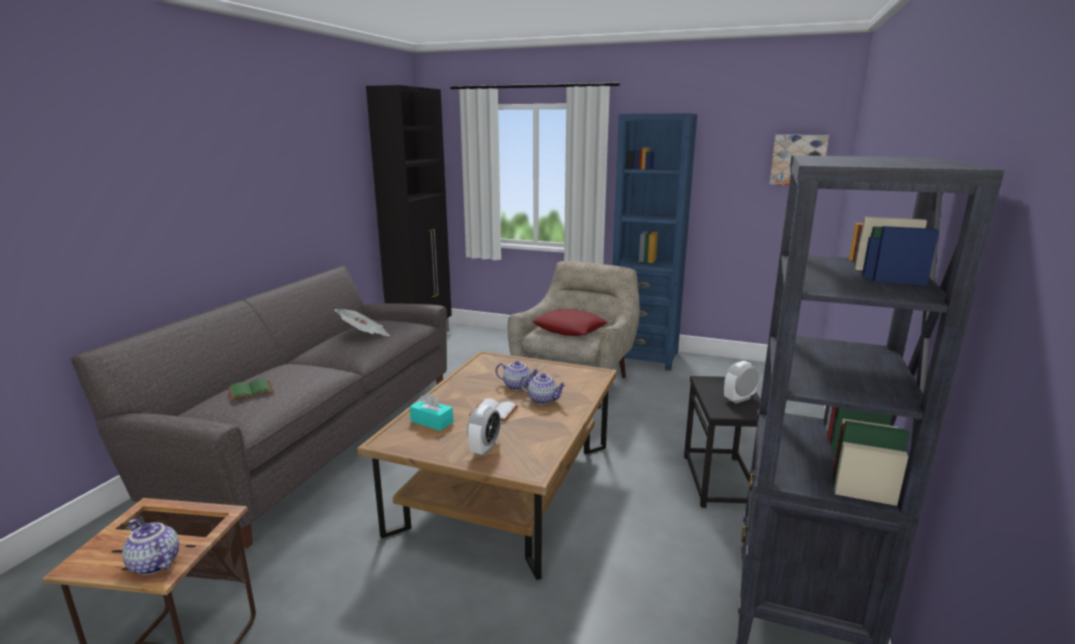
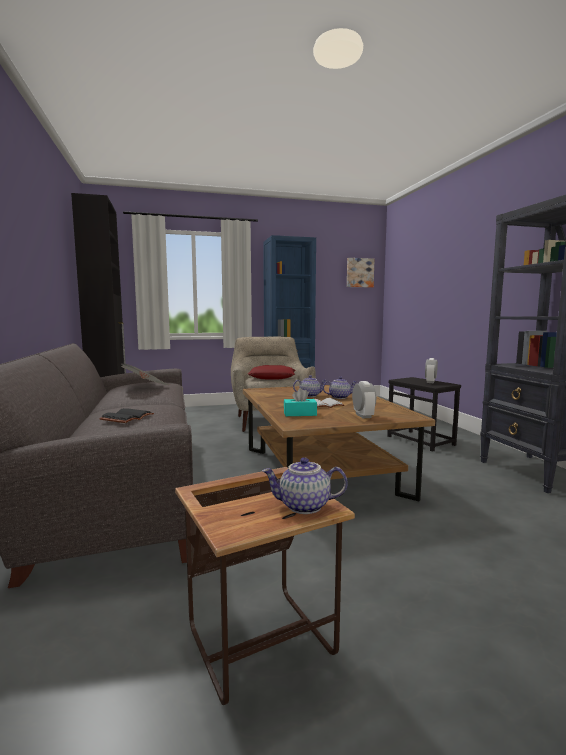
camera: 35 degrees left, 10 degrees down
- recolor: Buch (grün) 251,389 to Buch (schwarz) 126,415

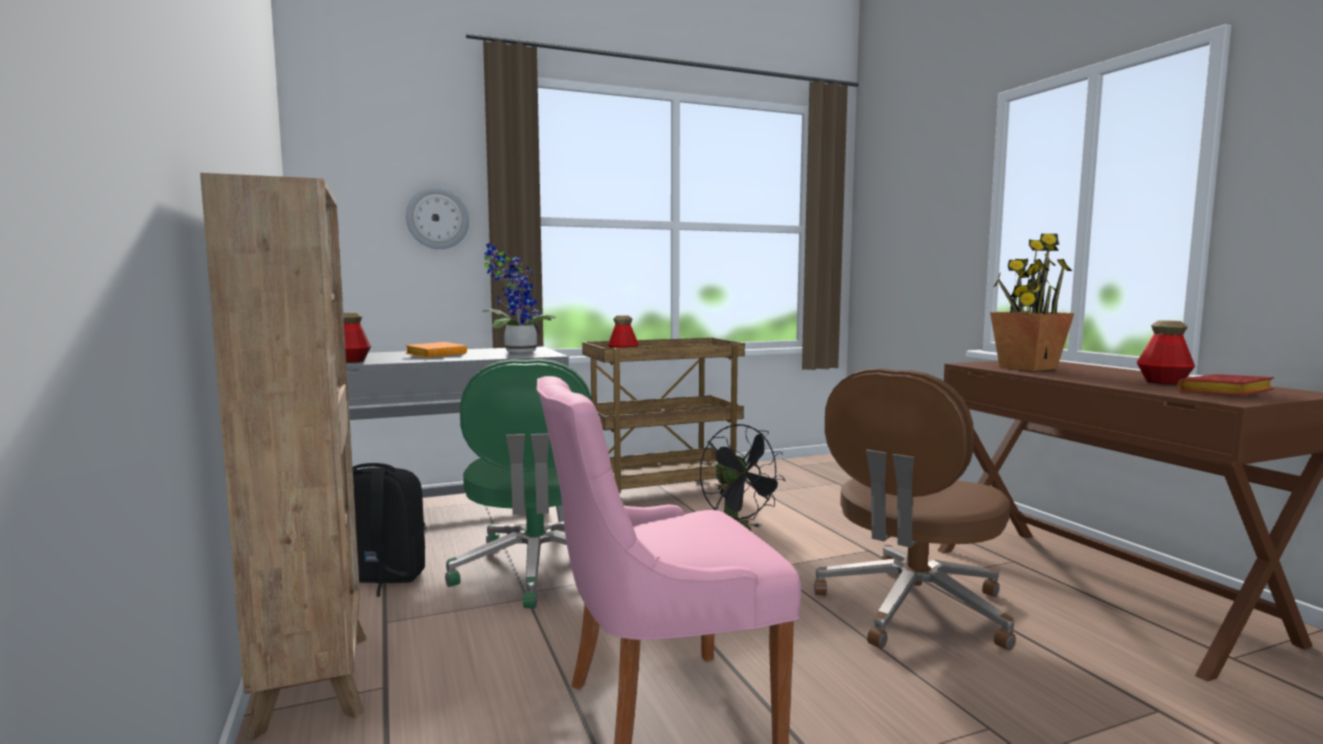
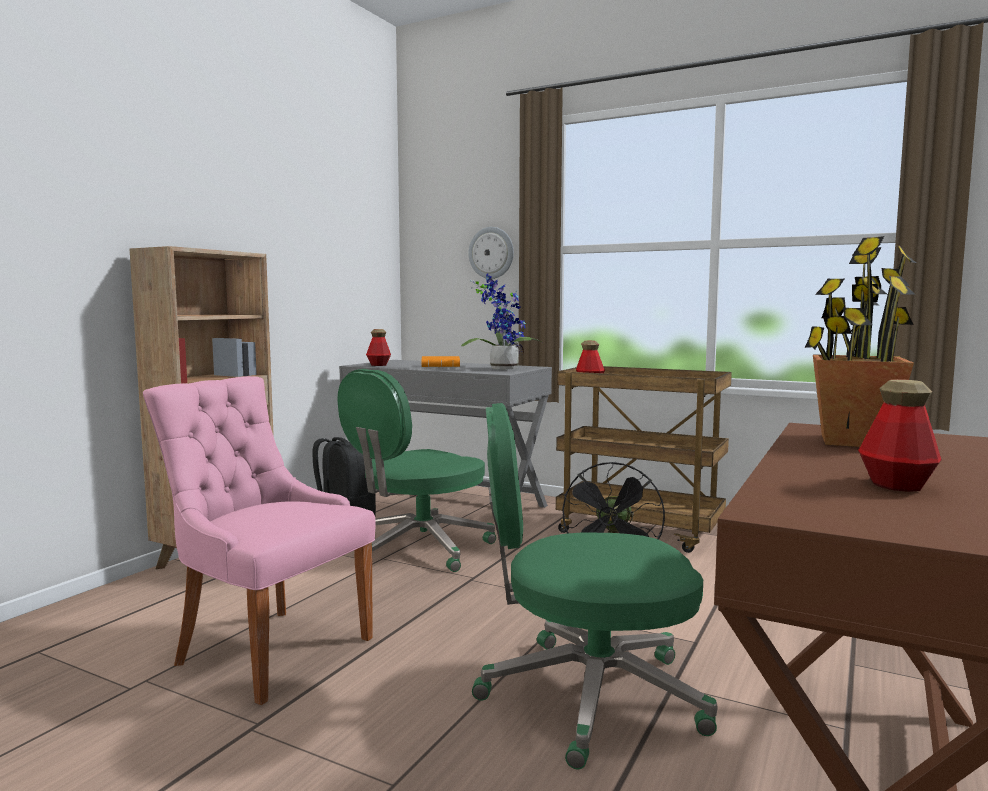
camera: 50 degrees right, 0 degrees up
- recolor: Bürostuhl (braun) 915,509 to Bürostuhl (grün) 595,586
- delete: Buch (rot) 1225,385

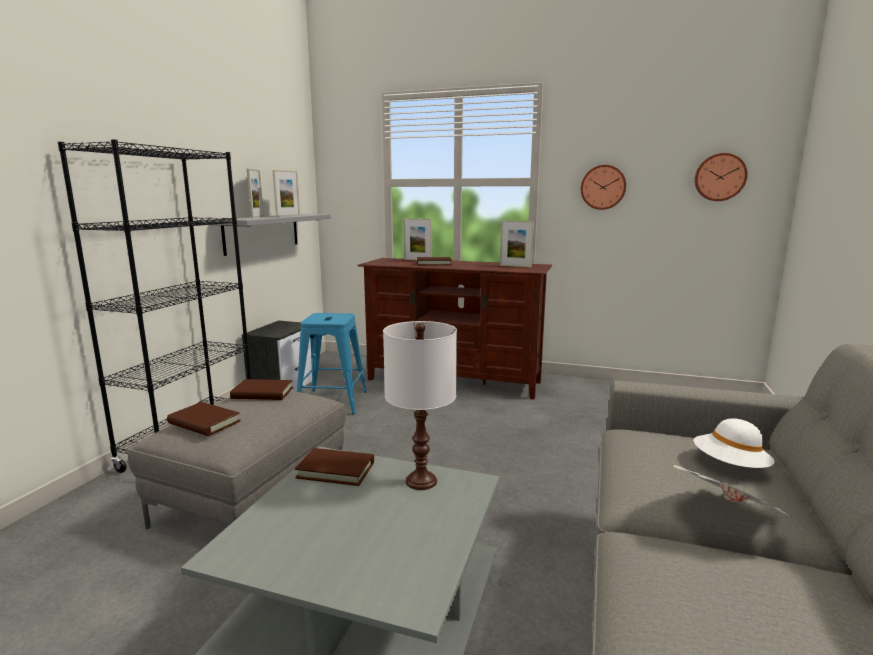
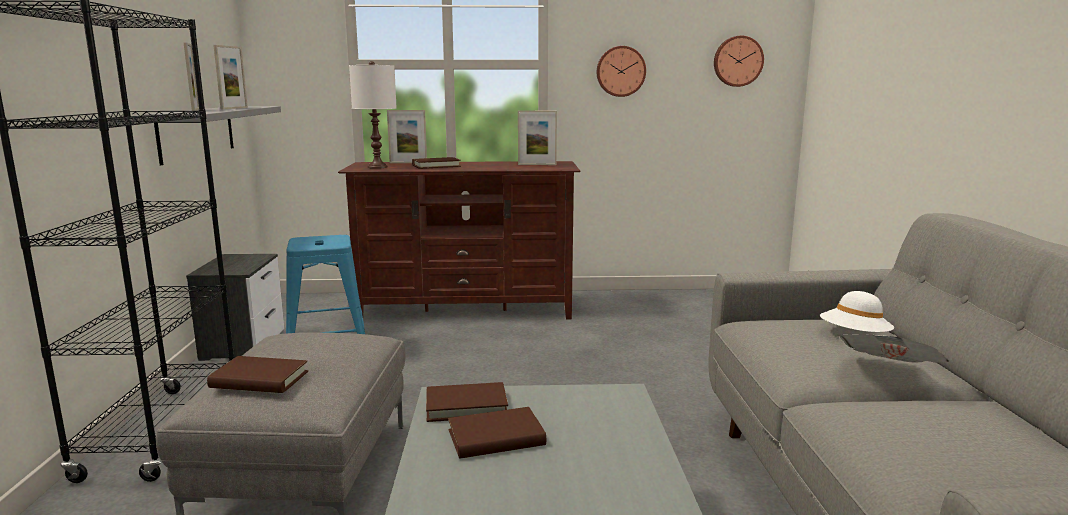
camera: 20 degrees left, 0 degrees up
- move: Tischlampe (weiß) 420,405 to 373,115
- move: Buch (braun) 261,389 to 497,433

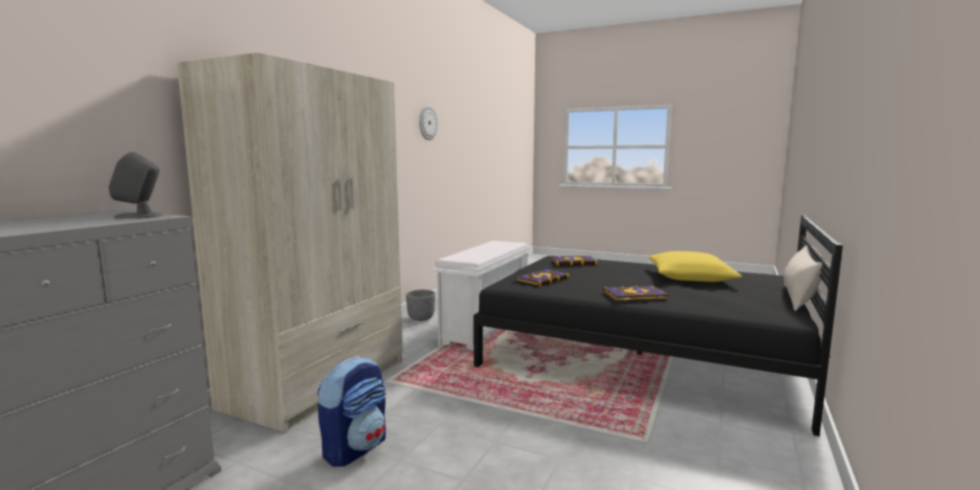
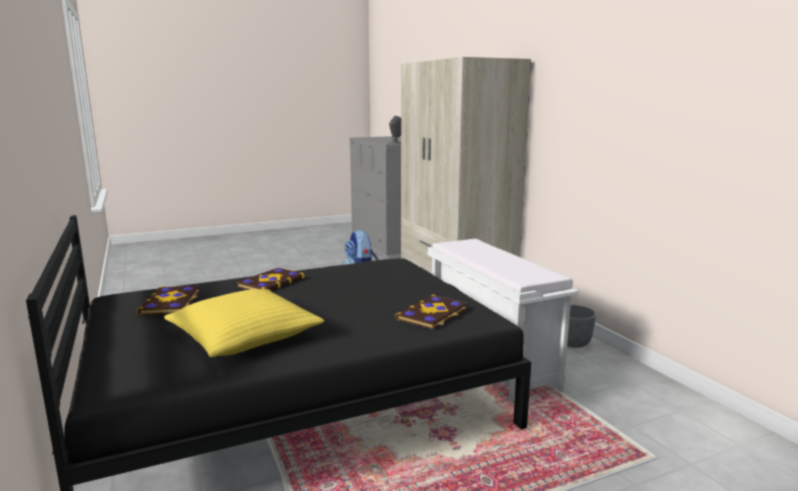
camera: 130 degrees right, 5 degrees up
- move: Buch 542,277 to 168,300
- delete: Wanduhr 428,123
- delete: Kissen (beige) 803,278

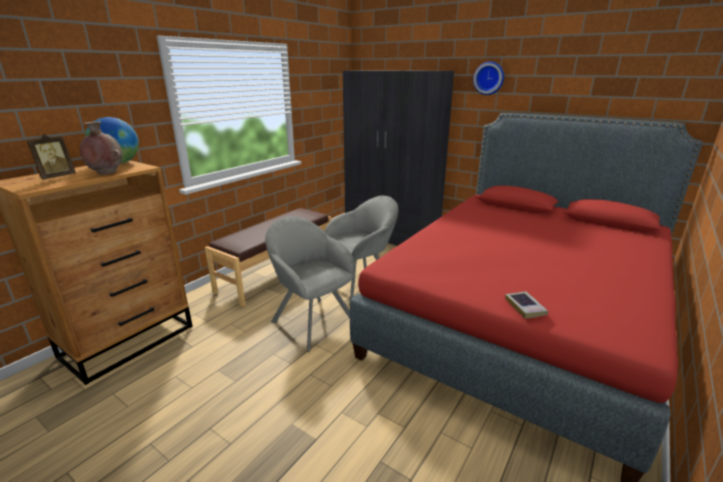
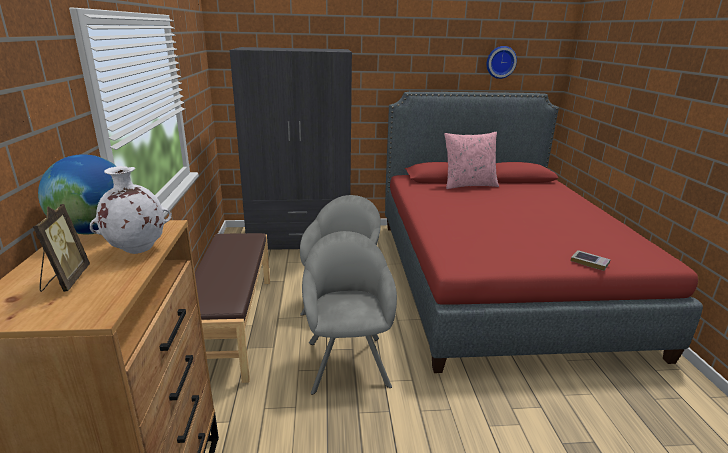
camera: 40 degrees left, 0 degrees up
- recolor: Vase (braun) 101,147 to Vase (weiß) 130,210
- rotate: Sessel (grau) 310,284 = 349,313 75 degrees clockwise
- insert: Kissen (rosa) 471,160
- move: Wanduhr 488,78 to 501,62

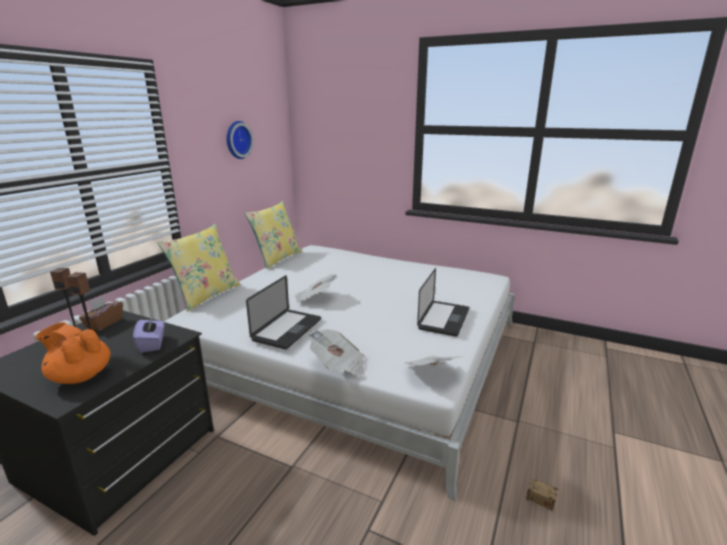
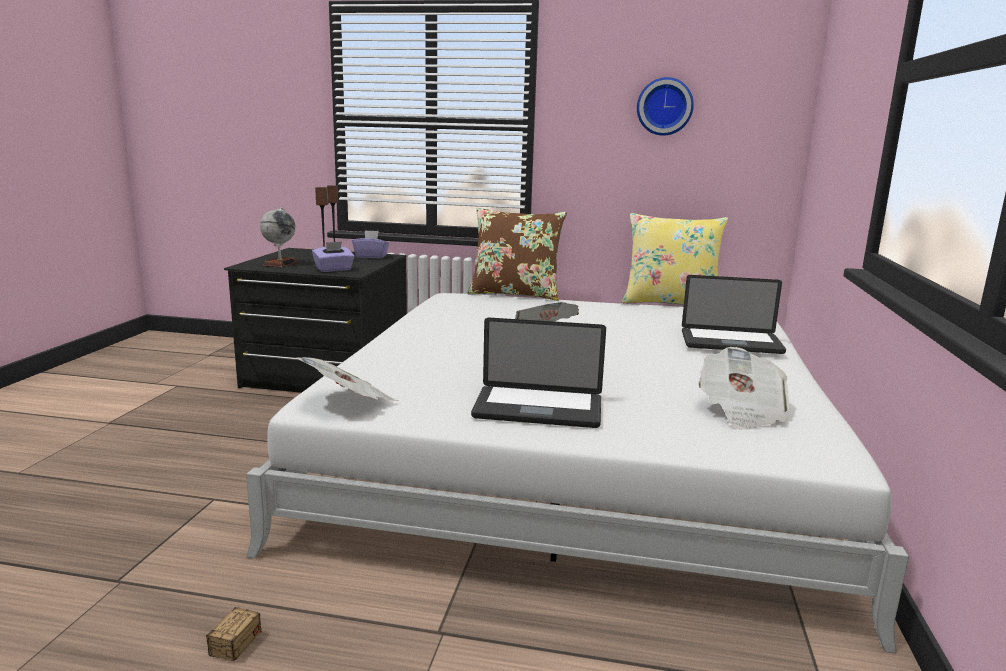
camera: 75 degrees right, 5 degrees down
- replace: Teekanne (orange) 73,353 to Globus 279,237
- recolor: Taschentuchbox (braun) 101,313 to Taschentuchbox (lila) 370,244
- recolor: Kissen (gelb) 199,267 to Kissen (braun) 517,254
- move: Laptop 283,312 to 734,314
- move: Zeitung 337,353 to 743,388

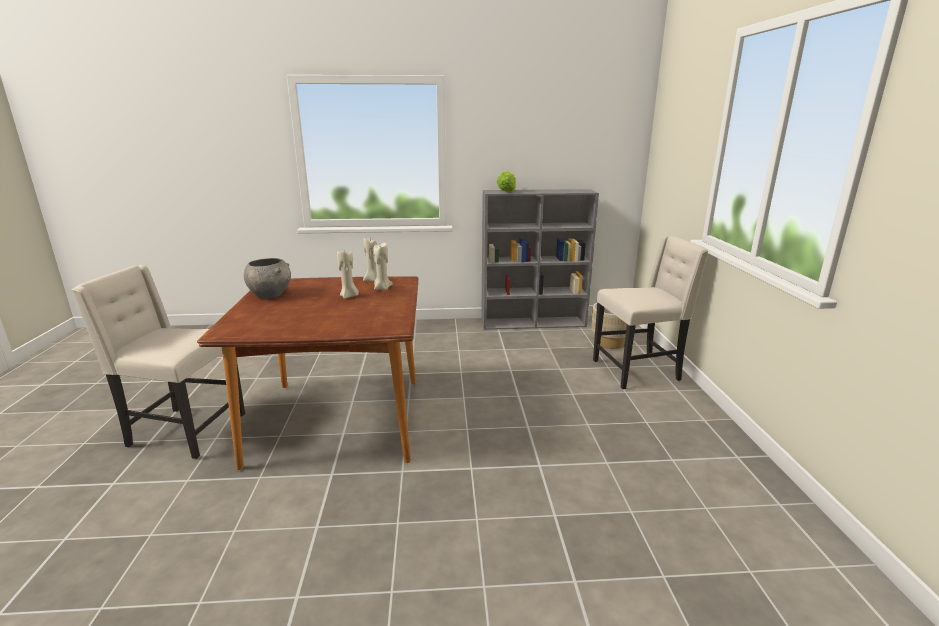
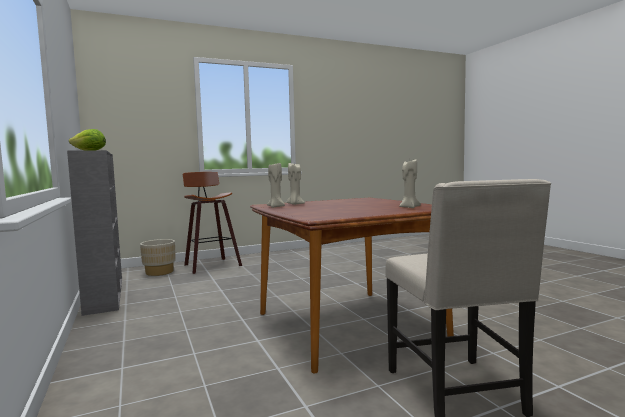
camera: 110 degrees left, 15 degrees down
- replace: Stuhl (beige) 650,312 to Hocker 212,223
- move: Kerze (beige) 348,274 to 410,183
- delete: Schüssel (grau) 267,278

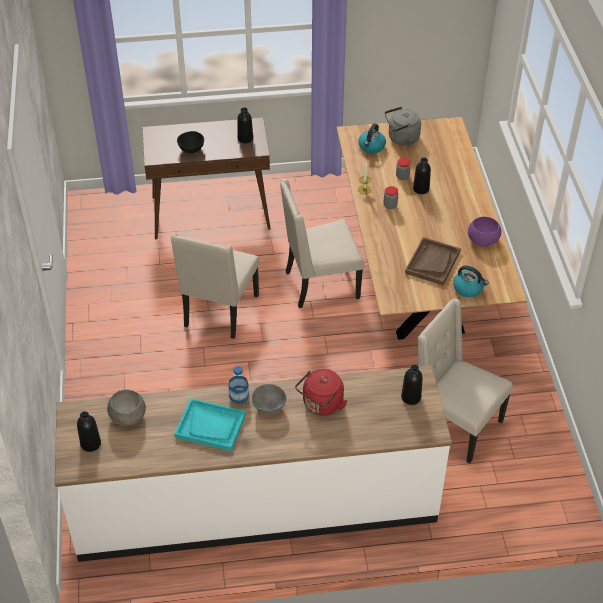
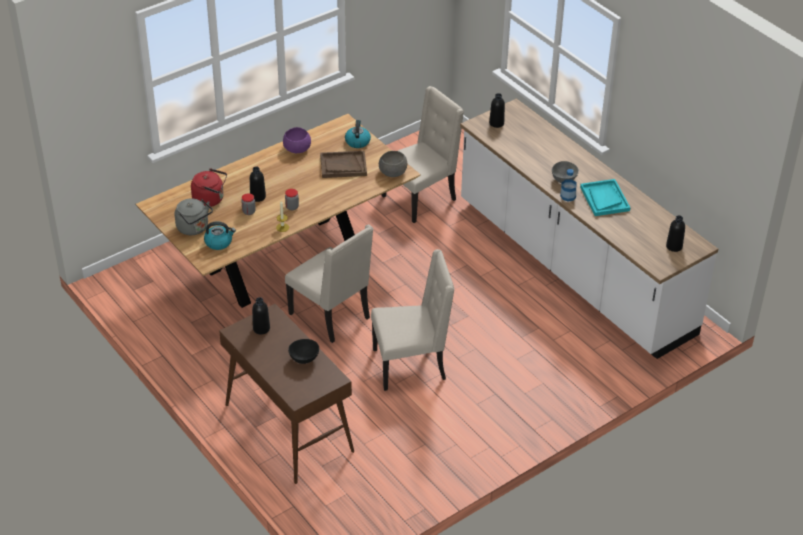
camera: 120 degrees left, 5 degrees down
- move: Wasserkessel (rot) 321,392 to 209,187
- move: Schüssel (grau) 126,408 to 393,164
- rotate: Stuhl (beige) 465,381 = 423,154 135 degrees counterclockwise

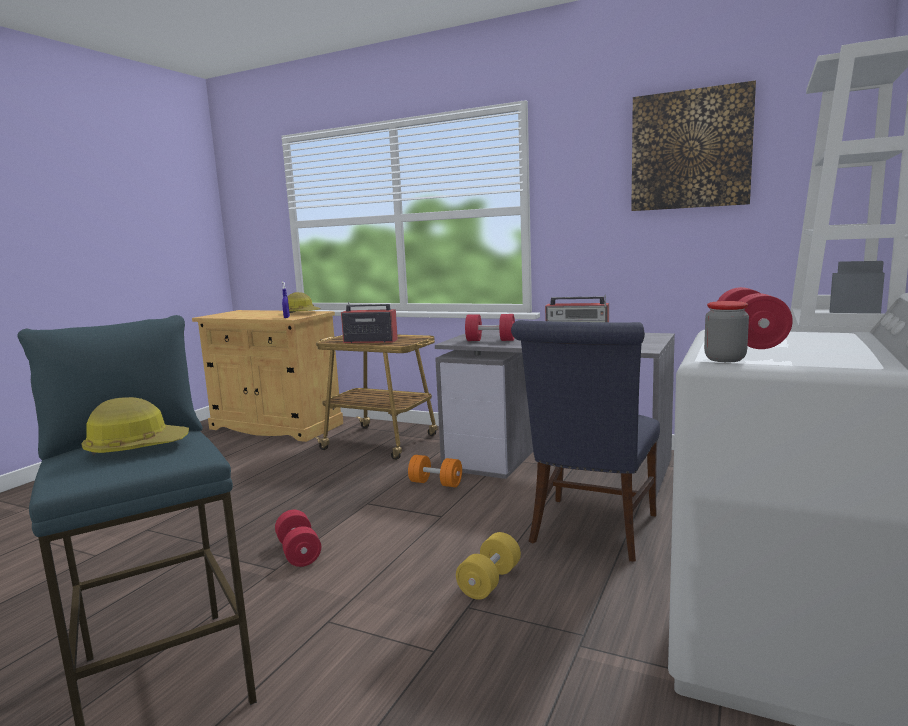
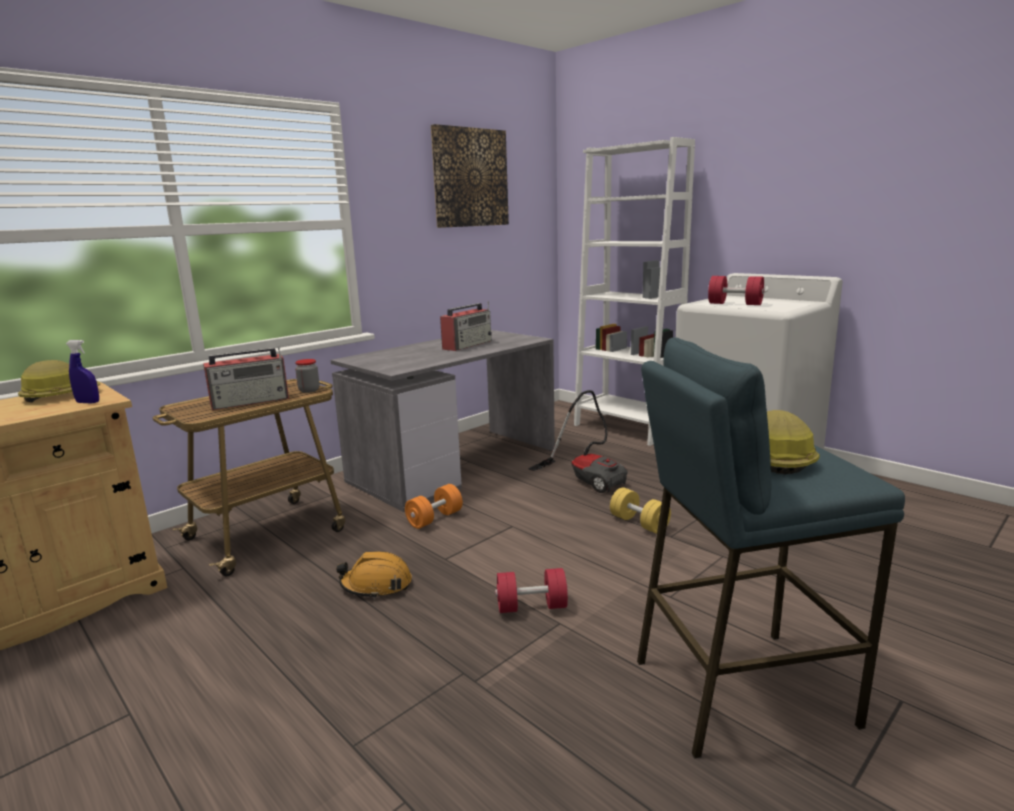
camera: 70 degrees left, 5 degrees up
- rotate: Radio 369,322 = 246,378 150 degrees counterclockwise
- move: Vorratsglas 726,331 to 307,376
- insert: Schutzhelm (orange) 374,575
- replace: Stuhl (blau) 585,441 to Staubsauger 578,441
- delete: Hantel (rot) 490,327

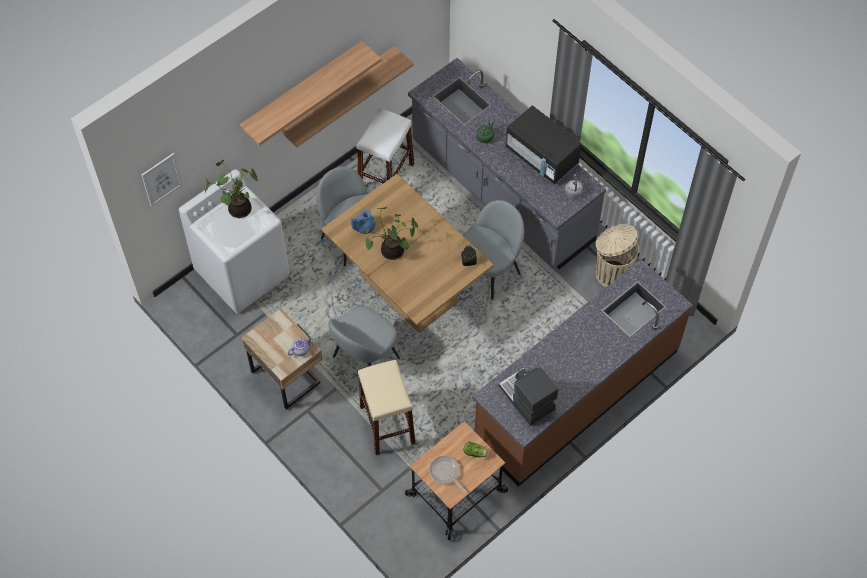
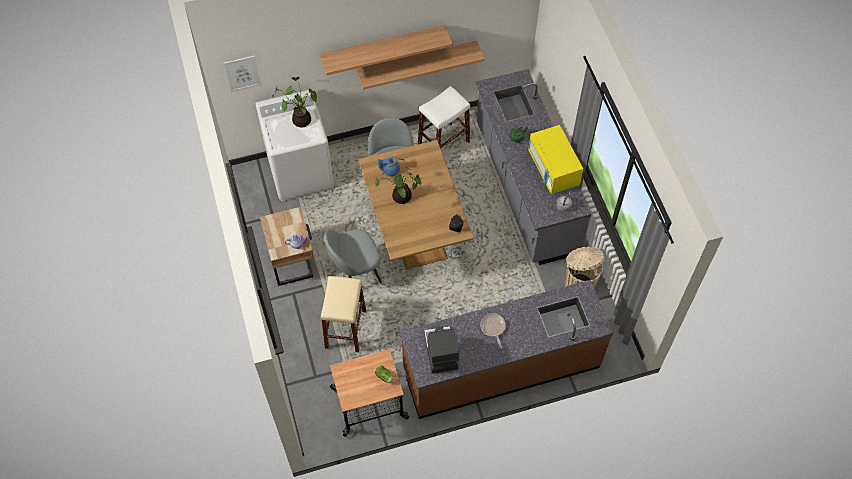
camera: 25 degrees right, 0 degrees up
- move: Pfanne 447,474 to 493,330
- recolor: Mikrowelle (schwarz) 544,144 to Mikrowelle (gelb) 555,159
- delete: Stuhl (grau) 493,250

